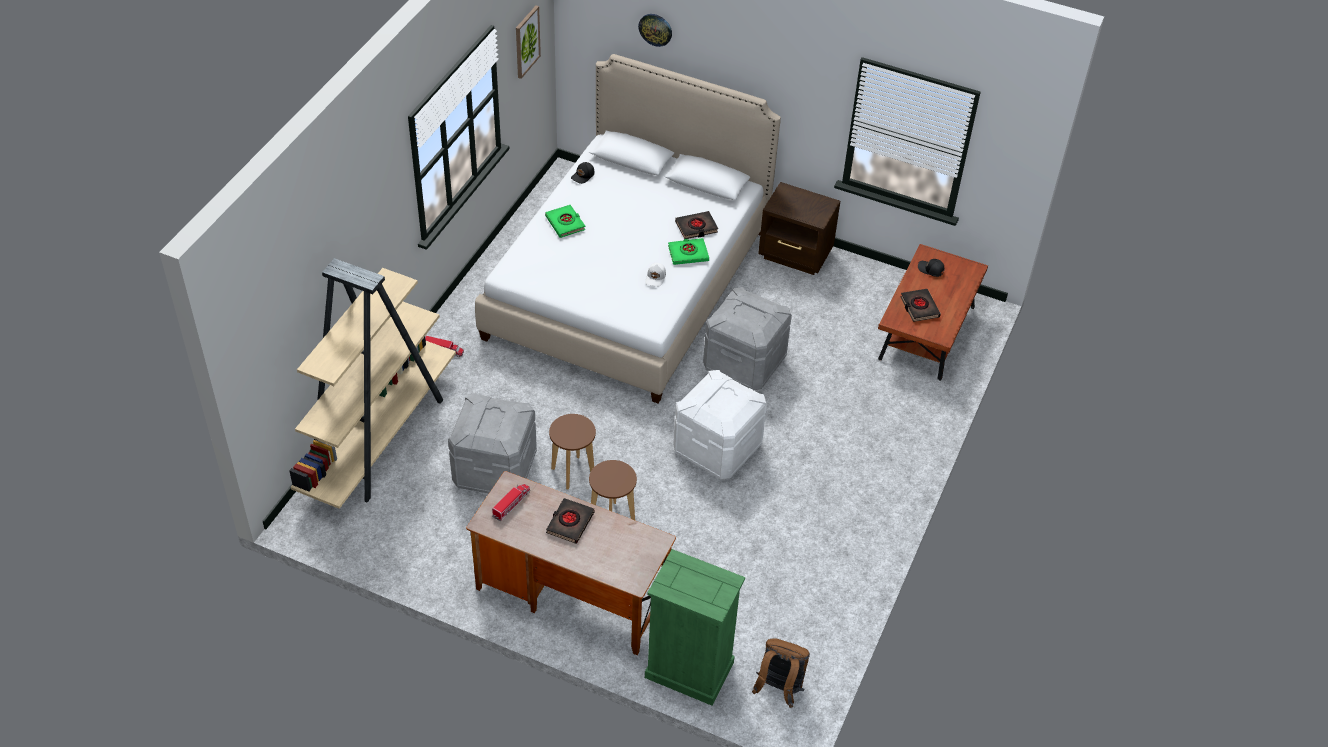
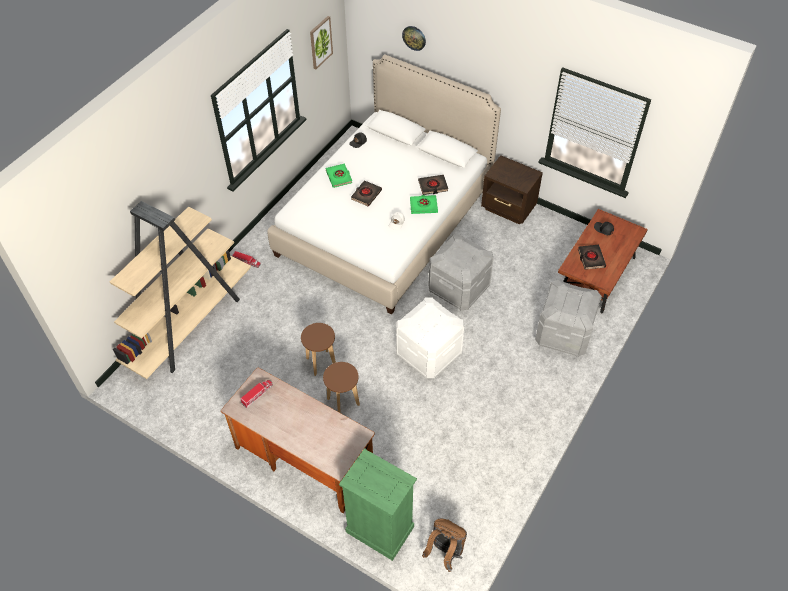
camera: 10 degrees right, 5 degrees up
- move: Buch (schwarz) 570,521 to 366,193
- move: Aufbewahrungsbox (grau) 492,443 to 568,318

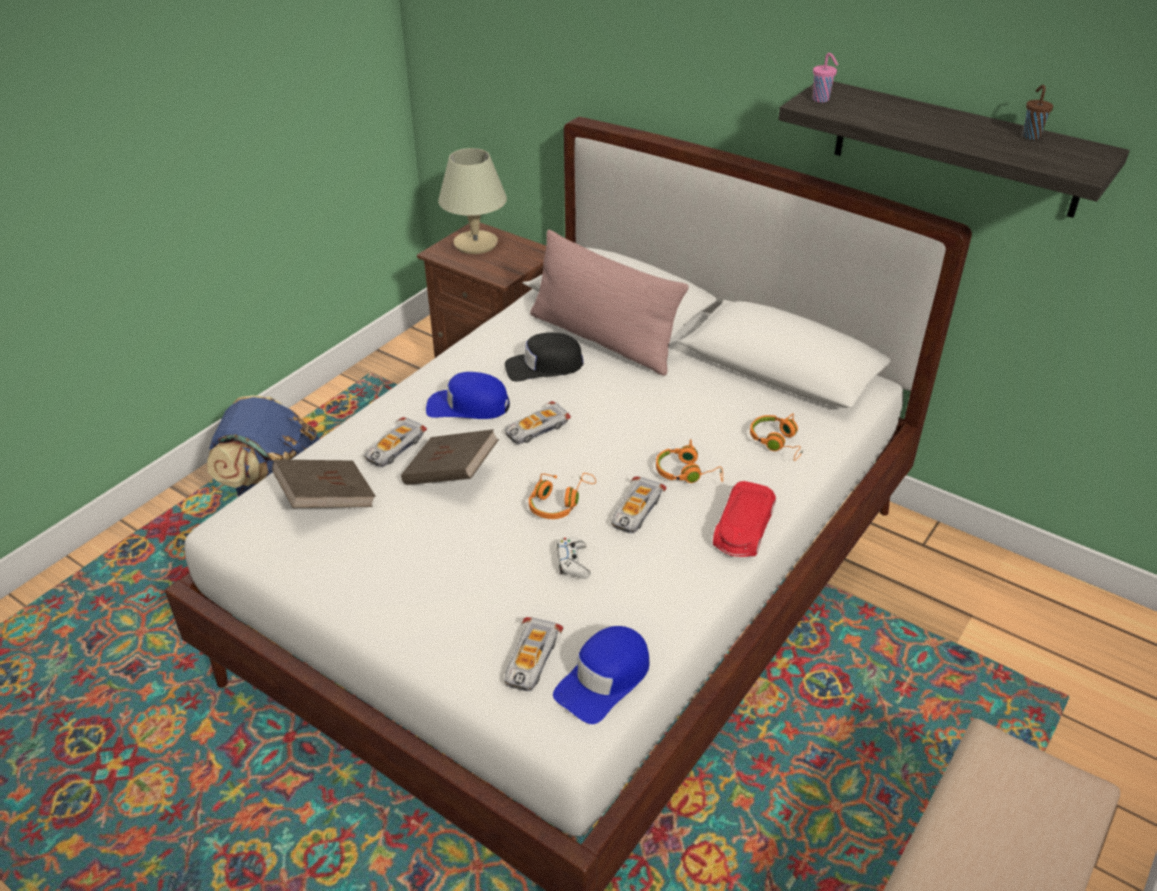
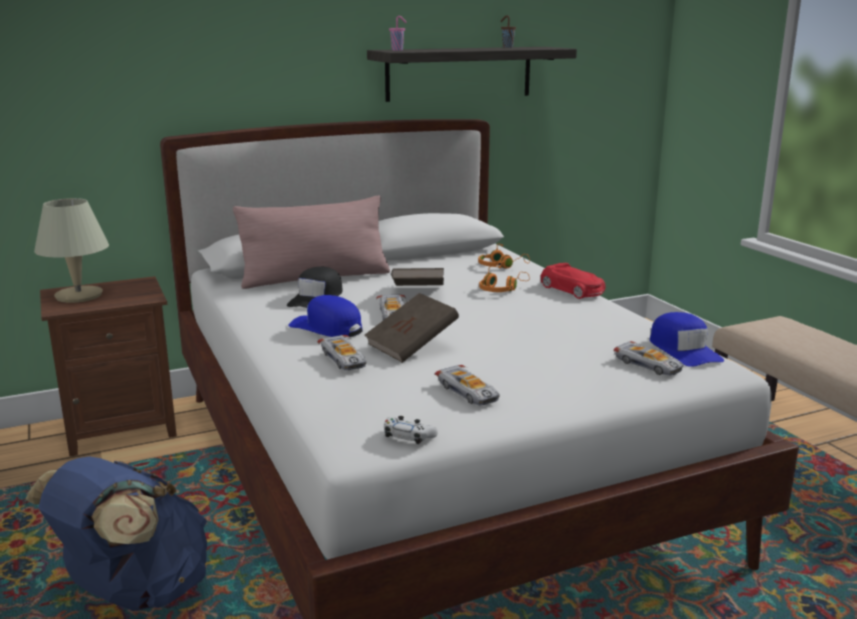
camera: 60 degrees left, 20 degrees down
- rotate: Kappe (blau) 468,395 = 325,316 90 degrees clockwise
- move: Gamepad (weiß) 573,558 to 411,430
- move: Buch (braun) 324,483 to 417,277
- move: Spielzeugauto 639,505 to 467,385
- delete: Kopfhörer (orange) 562,496

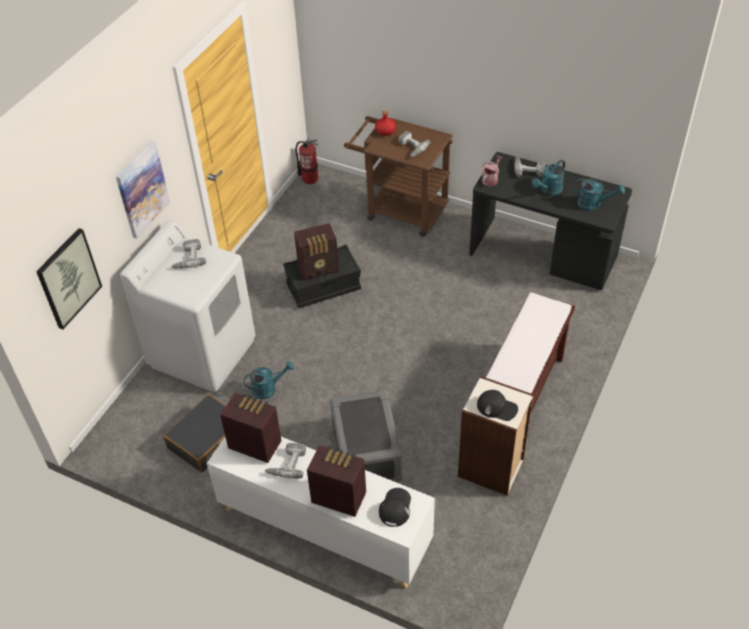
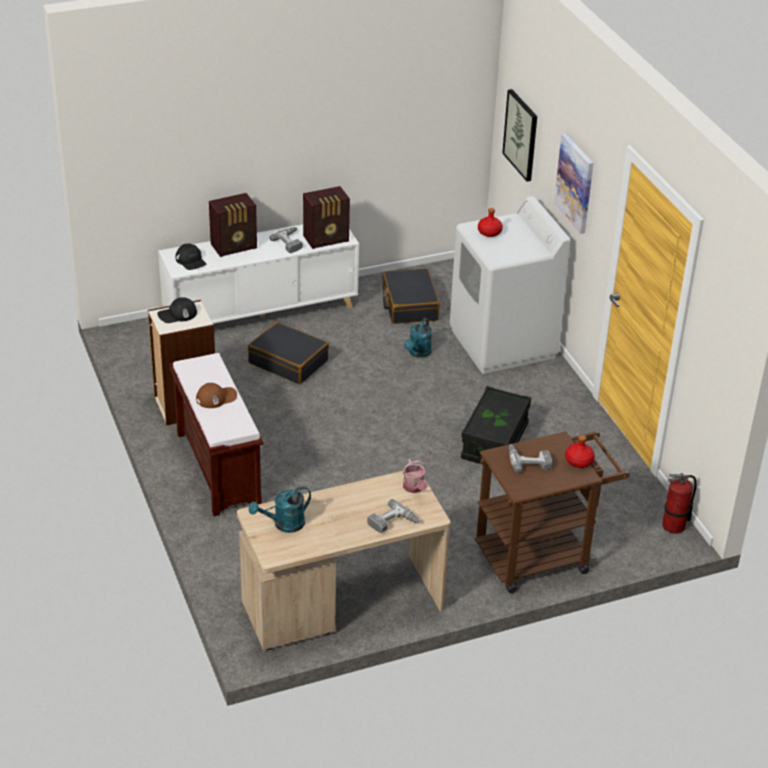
camera: 130 degrees right, 10 degrees down
- insert: Kappe (braun) 216,395
- recolor: Schreibtisch (schwarz) 550,221 to Schreibtisch (beige) 343,560
- replace: Aufbewahrungsbox (grau) 366,436 to Koffer (schwarz) 288,353
- insert: Flasche (rot) 490,222
- delete: Bohrmaschine 188,254
- delete: Radio 316,251
- delete: Gießkanne (türkis) 548,178

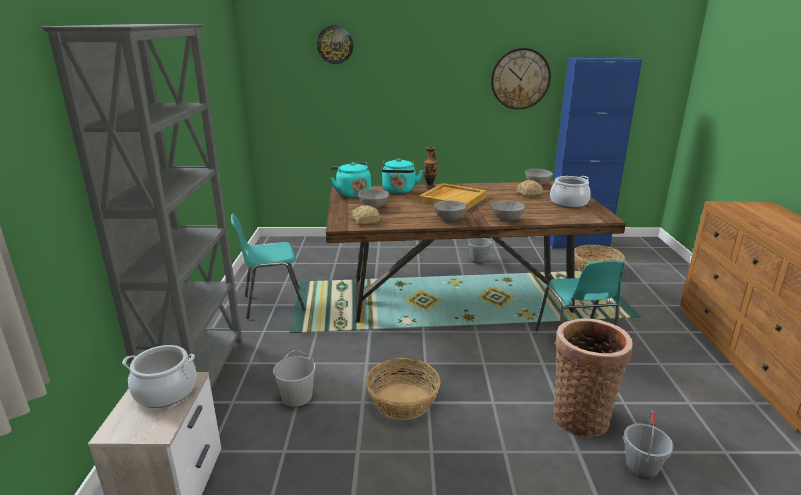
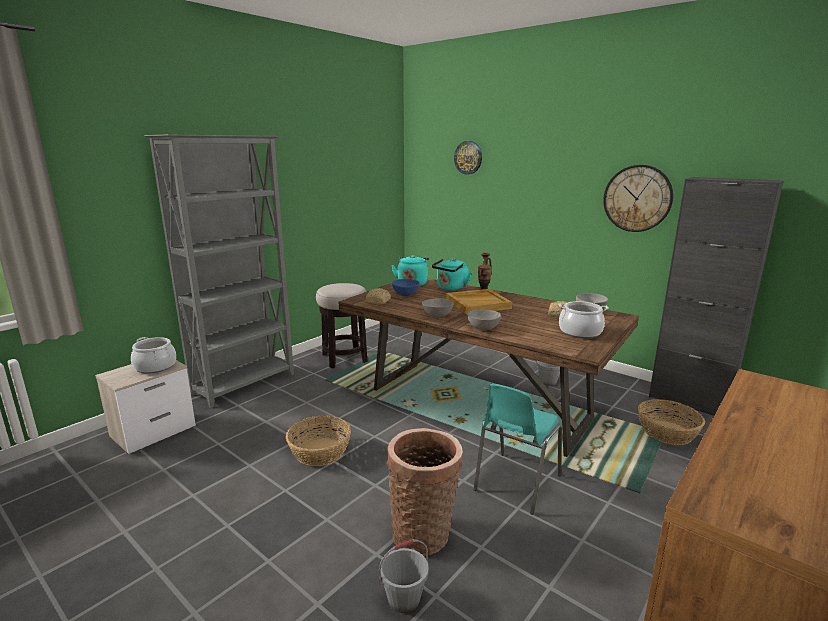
camera: 40 degrees right, 5 degrees down
- replace: Stuhl (türkis) 268,266 to Hocker 341,325
- recolor: Schüssel (grau) 374,198 to Schüssel (blau) 406,287
- recolor: Schrank (blau) 596,153 to Schrank (schwarz) 716,296
- delete: Eimer (weiß) 294,378

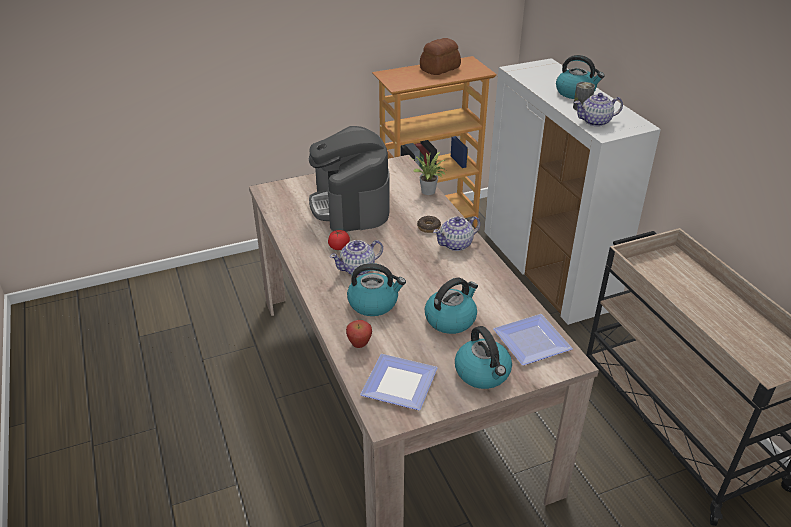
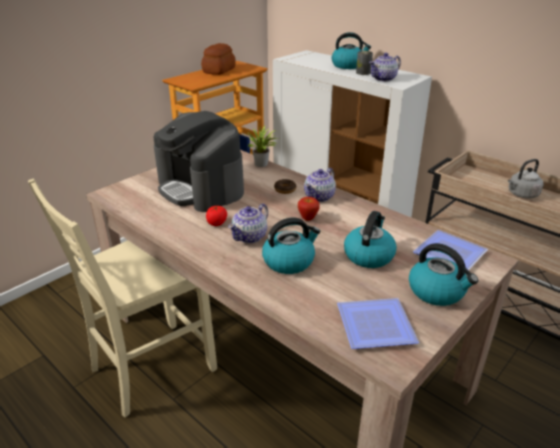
camera: 25 degrees left, 5 degrees down
- insert: Stuhl (beige) 122,298
- move: Apfel 359,334 to 309,209
- insert: Wasserkessel (grau) 525,179

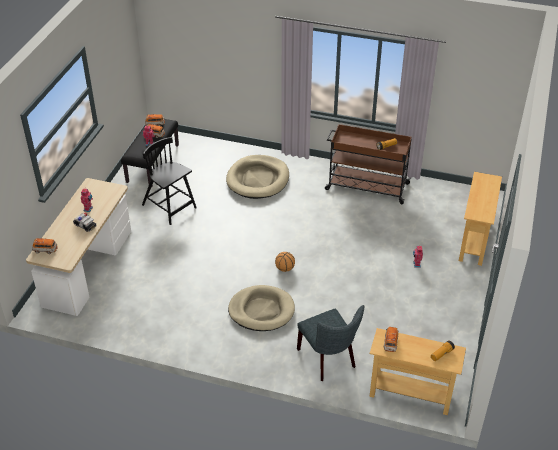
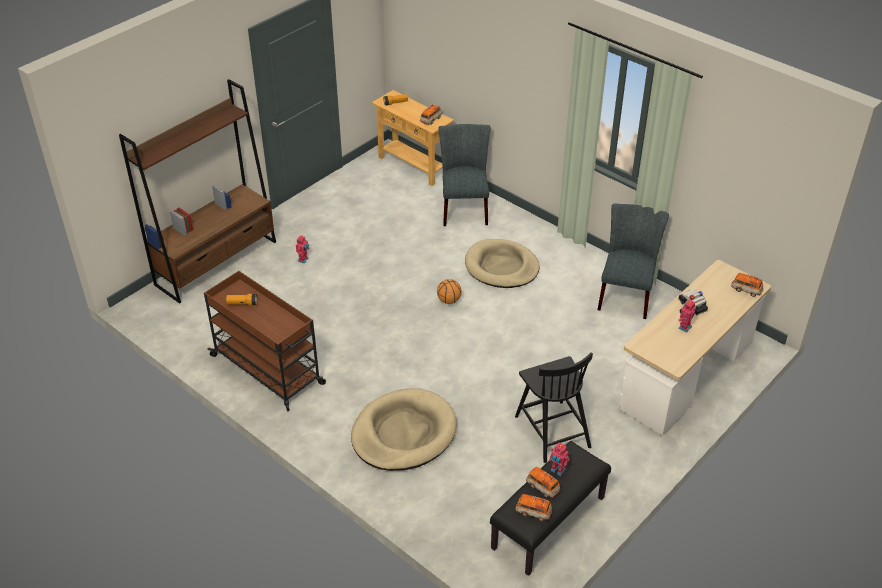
camera: 155 degrees left, 0 degrees up
- replace: Konsolentisch (beige) 480,219 to Bücherregal (braun) 197,191
- insert: Stuhl (grau) 633,261

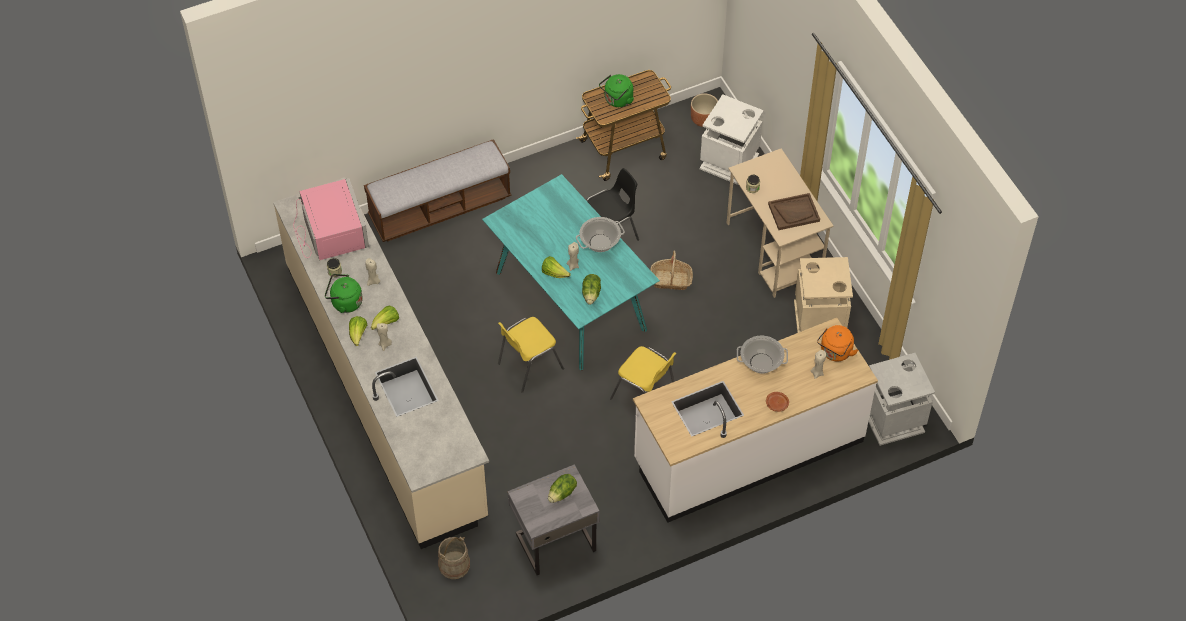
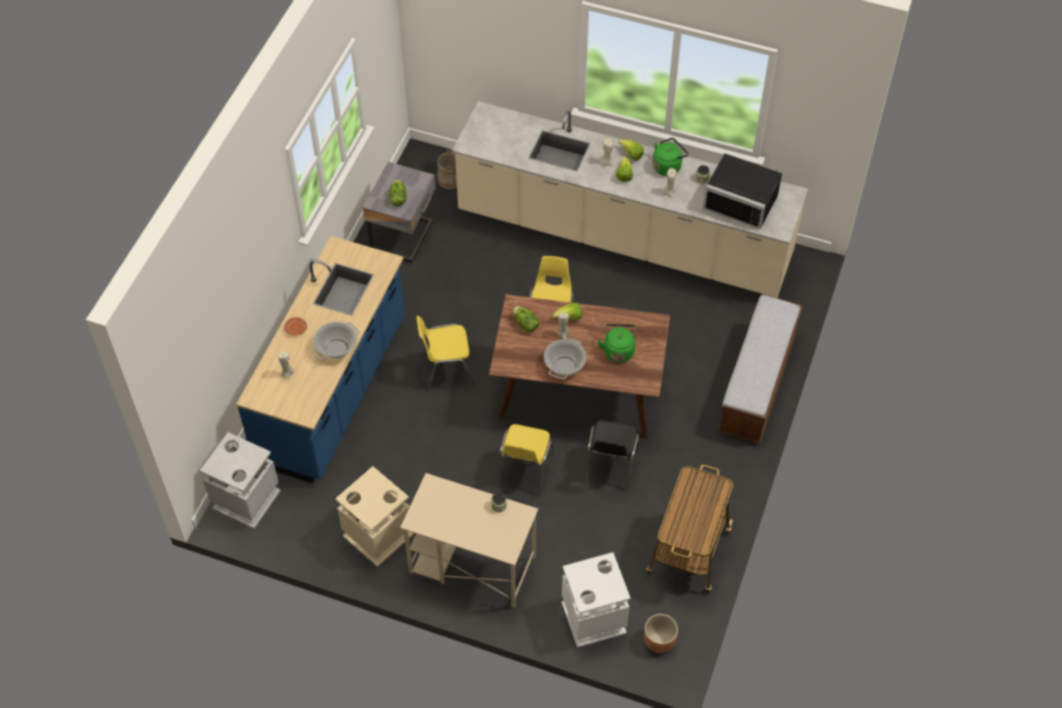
camera: 135 degrees right, 0 degrees up
- recolor: Küchenzeile (weiß) 755,420 to Küchenzeile (blau) 320,359
- recolor: Esstisch (türkis) 571,272 to Esstisch (braun) 579,366
- replace: Korb 672,270 to Stuhl (gelb) 526,460
- move: Wasserkessel (grün) 616,90 to 616,343
- recolor: Mikrowelle (rosa) 331,219 to Mikrowelle (schwarz) 742,191
- delete: Tablett (braun) 794,211
- delete: Wasserkessel (orange) 837,343

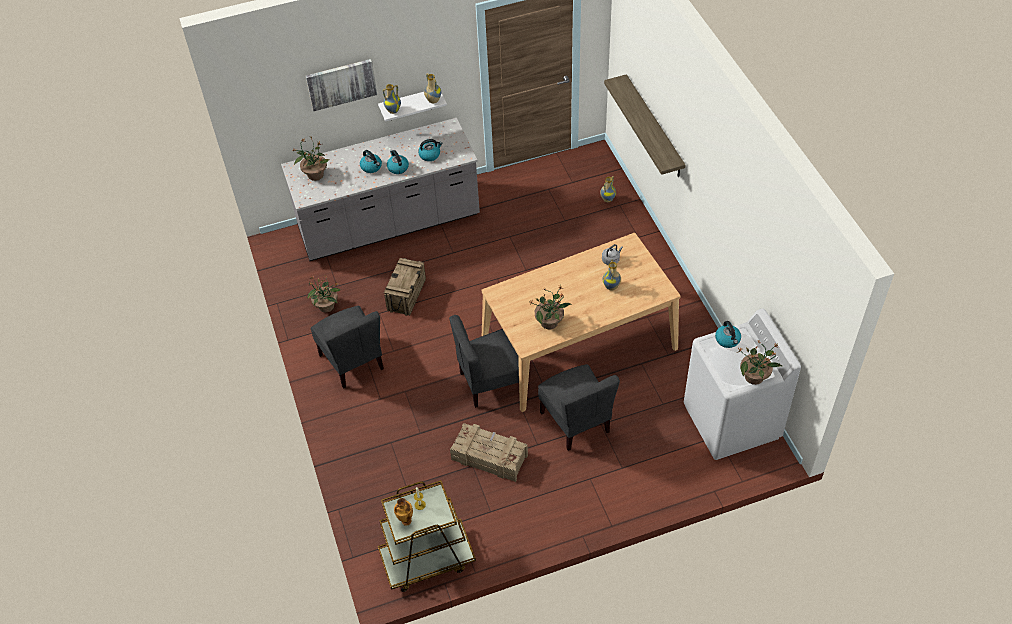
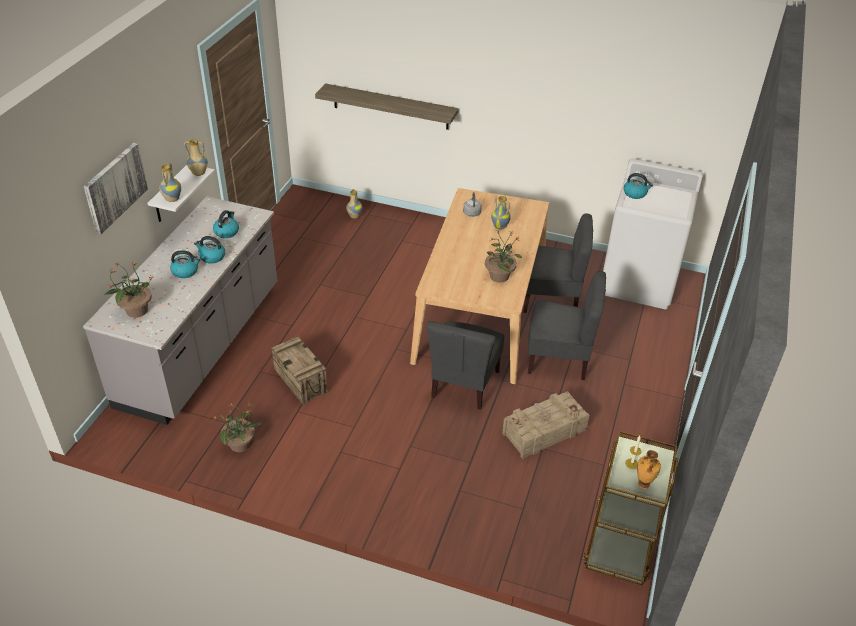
camera: 55 degrees left, 10 degrees down
- move: Stuhl (grau) 347,347 to 558,263
- delete: Topfpflanze 760,363

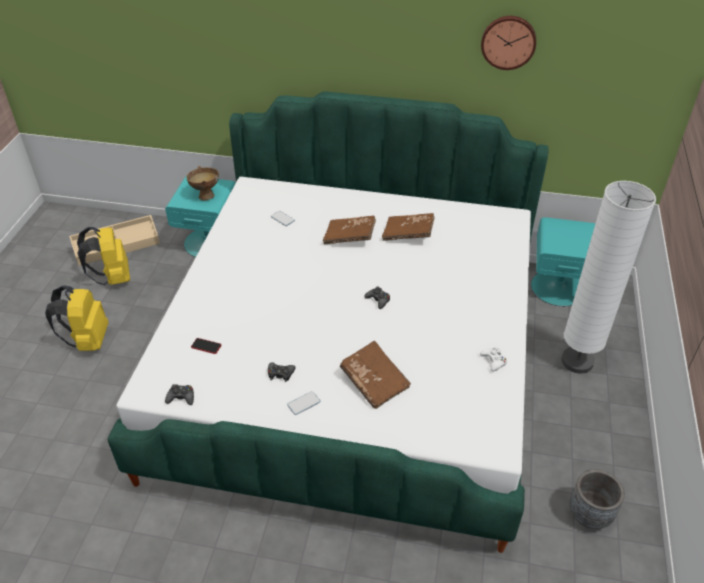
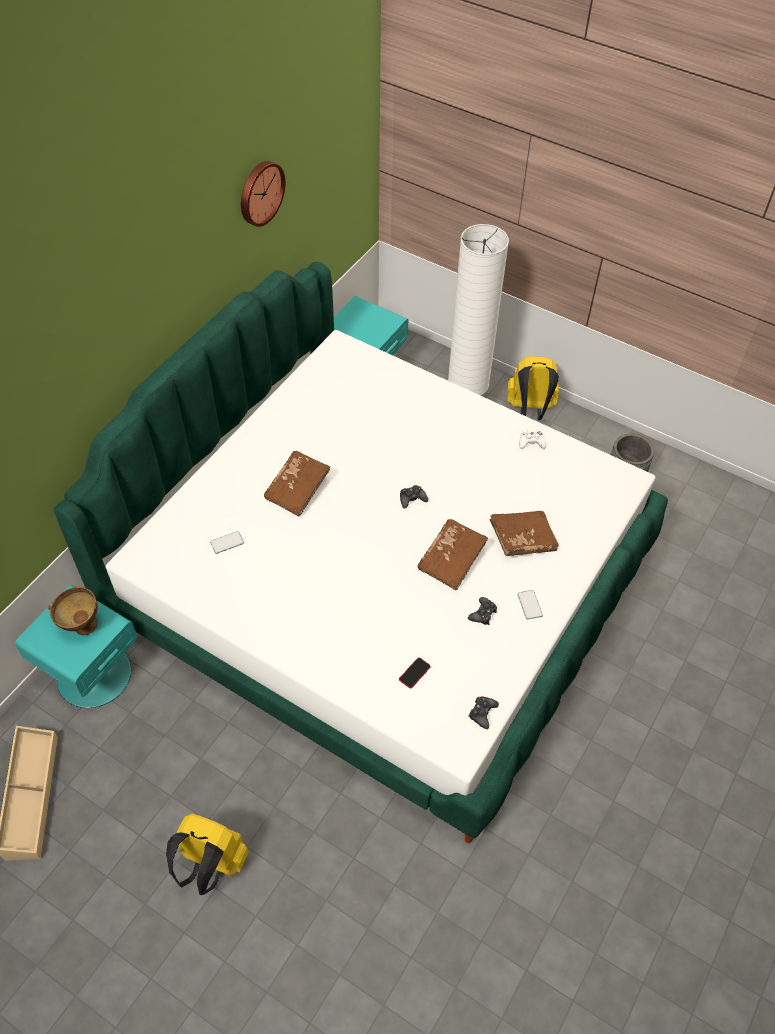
camera: 70 degrees left, 10 degrees up
- move: Buch (braun) 408,227 to 452,554
- move: Rucksack (gelb) 103,256 to 533,388

